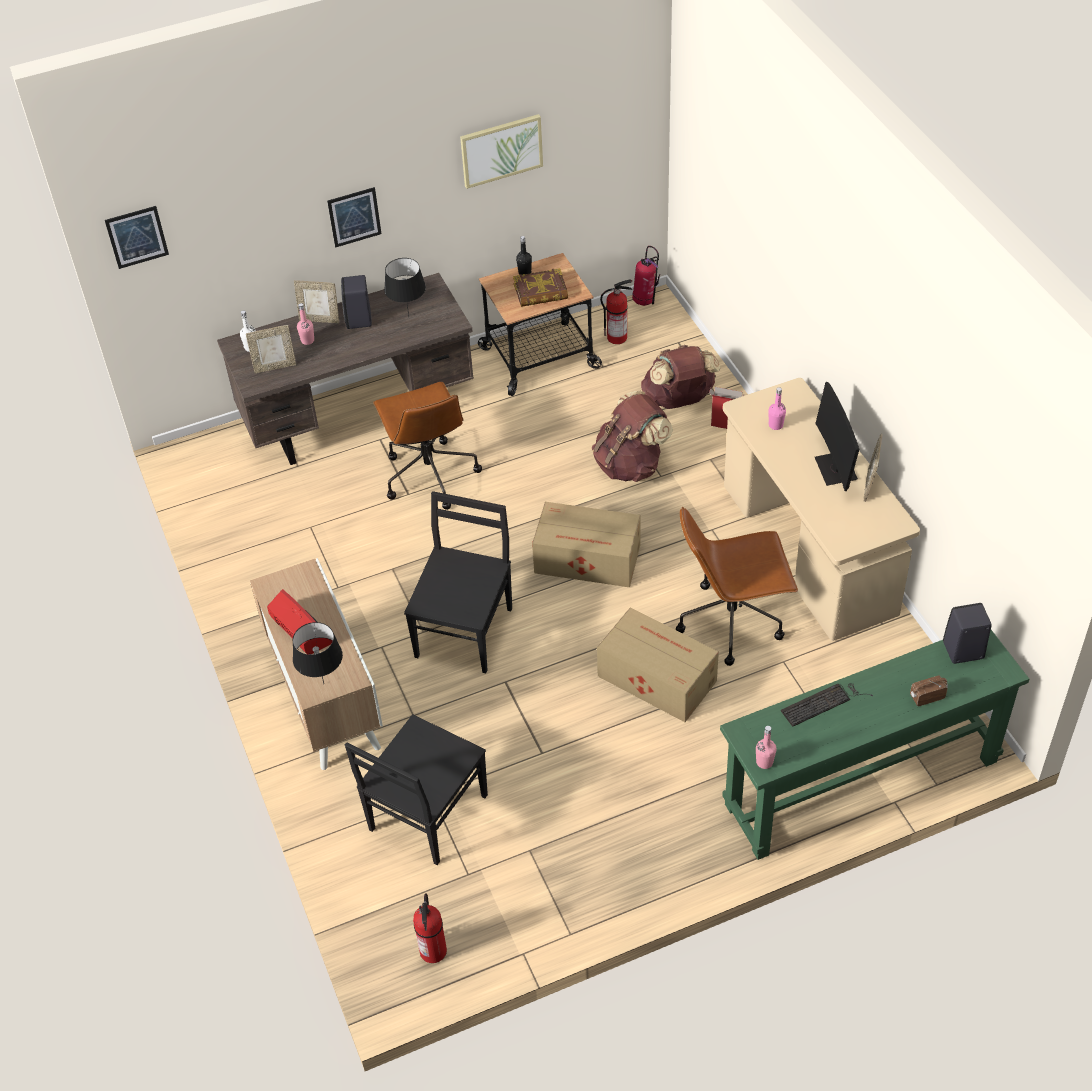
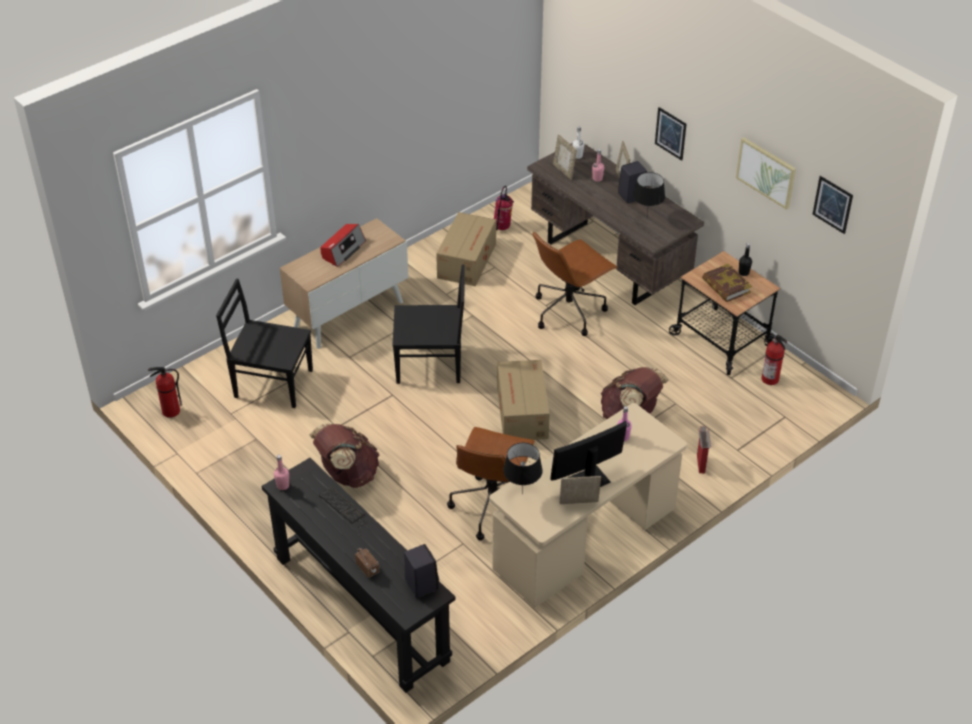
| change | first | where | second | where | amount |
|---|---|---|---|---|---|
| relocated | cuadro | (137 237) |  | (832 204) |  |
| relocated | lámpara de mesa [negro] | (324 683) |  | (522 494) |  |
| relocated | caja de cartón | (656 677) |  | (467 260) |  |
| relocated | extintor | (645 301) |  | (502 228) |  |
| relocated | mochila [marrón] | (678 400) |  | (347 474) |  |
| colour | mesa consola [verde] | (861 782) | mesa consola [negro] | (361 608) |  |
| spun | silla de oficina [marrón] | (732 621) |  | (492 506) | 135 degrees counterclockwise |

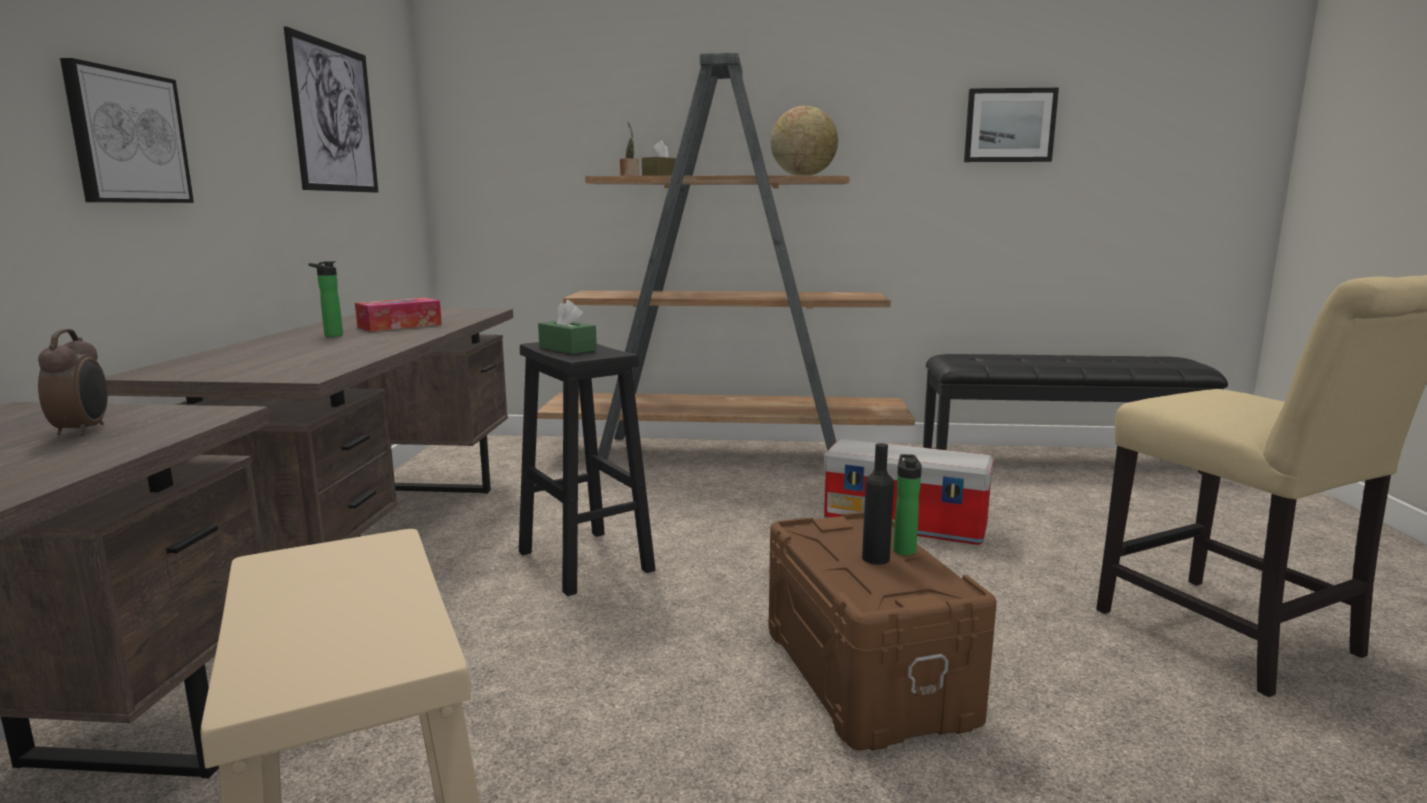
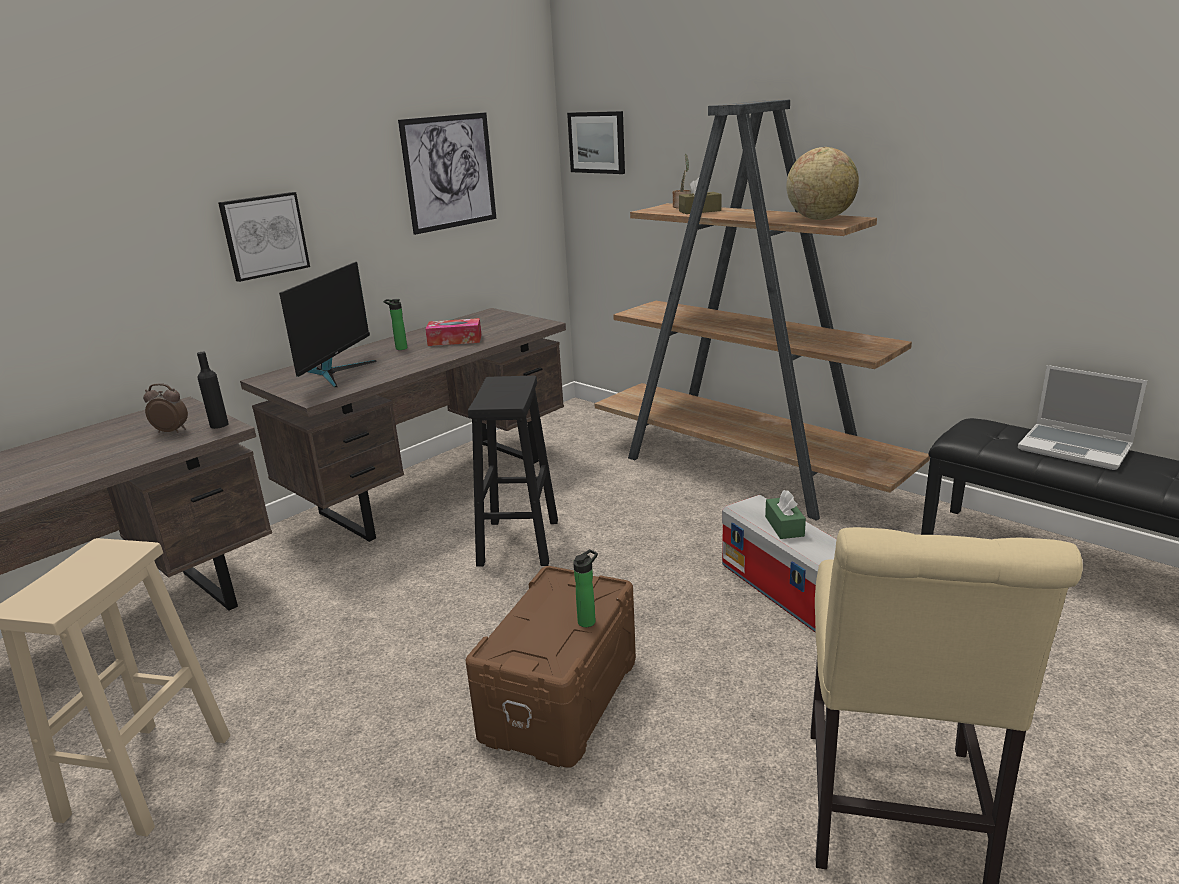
| change | first | where | second | where | amount |
|---|---|---|---|---|---|
| appeared |  |  | monitor | (336 372) |  |
| appeared |  |  | portátil | (1076 448) |  |
| relocated | caja de pañuelos [verde] | (567 348) |  | (784 526) |  |
| relocated | botella [negro] | (875 558) |  | (219 425) |  |
| relocated | cuadro | (1009 125) |  | (597 142) |  |
| spun | despertador | (84 431) |  | (172 431) | 105 degrees counterclockwise |

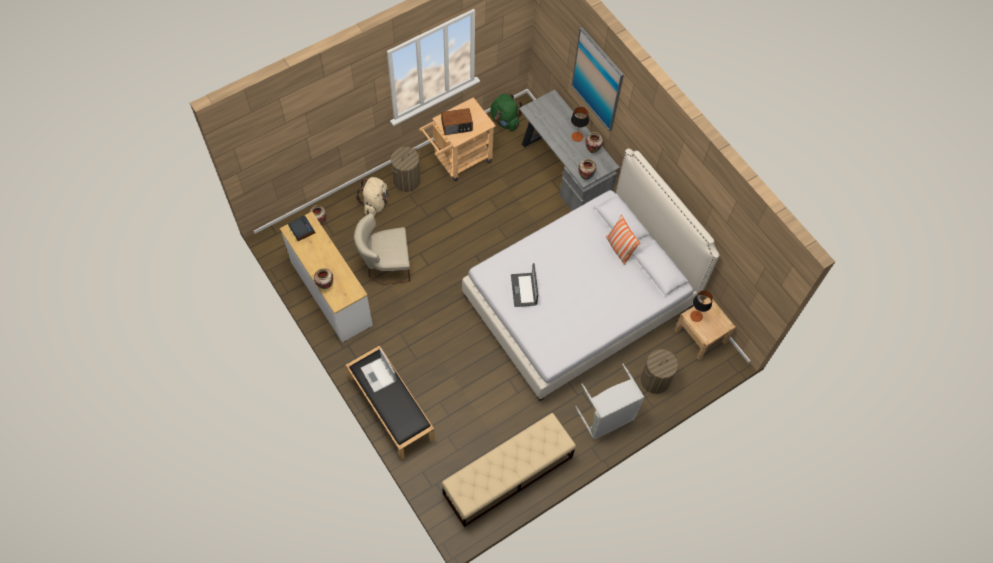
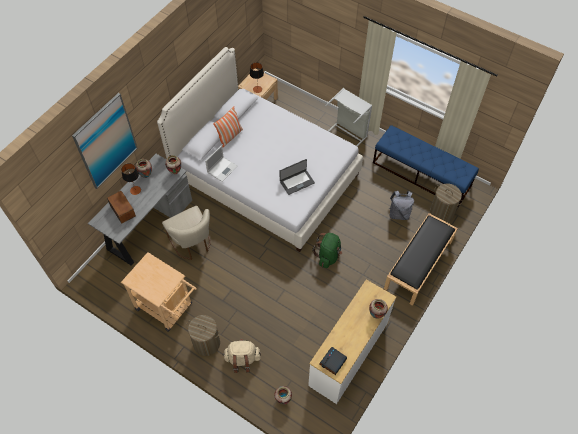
| change | first | where | second | where | amount |
|---|---|---|---|---|---|
| appeared |  |  | mochila [gris] | (399 214) |  |
| relocated | silla [beis] | (385 266) |  | (192 244) |  |
| relocated | portátil | (379 375) |  | (222 169) |  |
| relocated | radio | (457 126) |  | (123 210) |  |
| relocated | mochila [verde] | (505 121) |  | (328 256) |  |
| relocated | cesto de la ropa | (655 380) |  | (441 213) |  |
| colour | banco [beis] | (507 476) | banco [azul] | (421 174) |  |

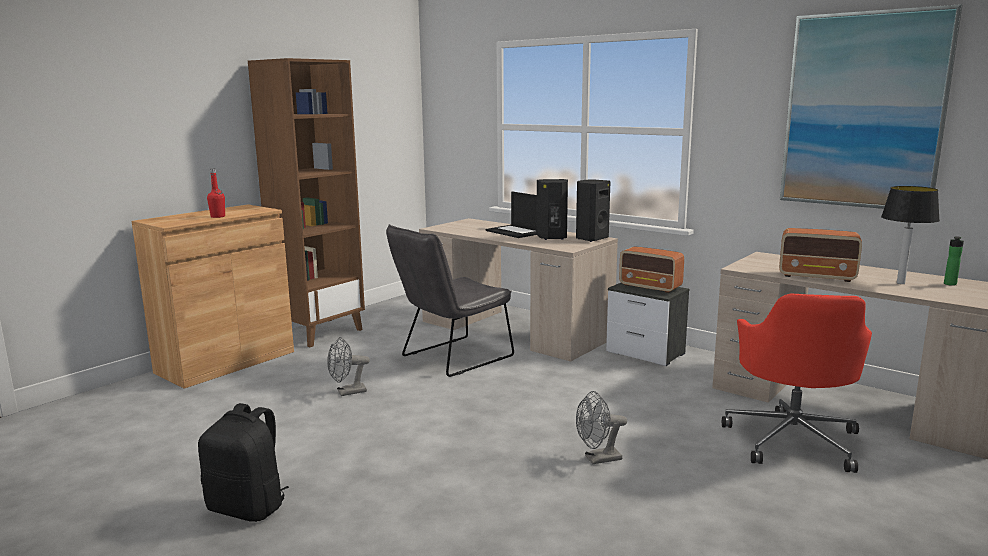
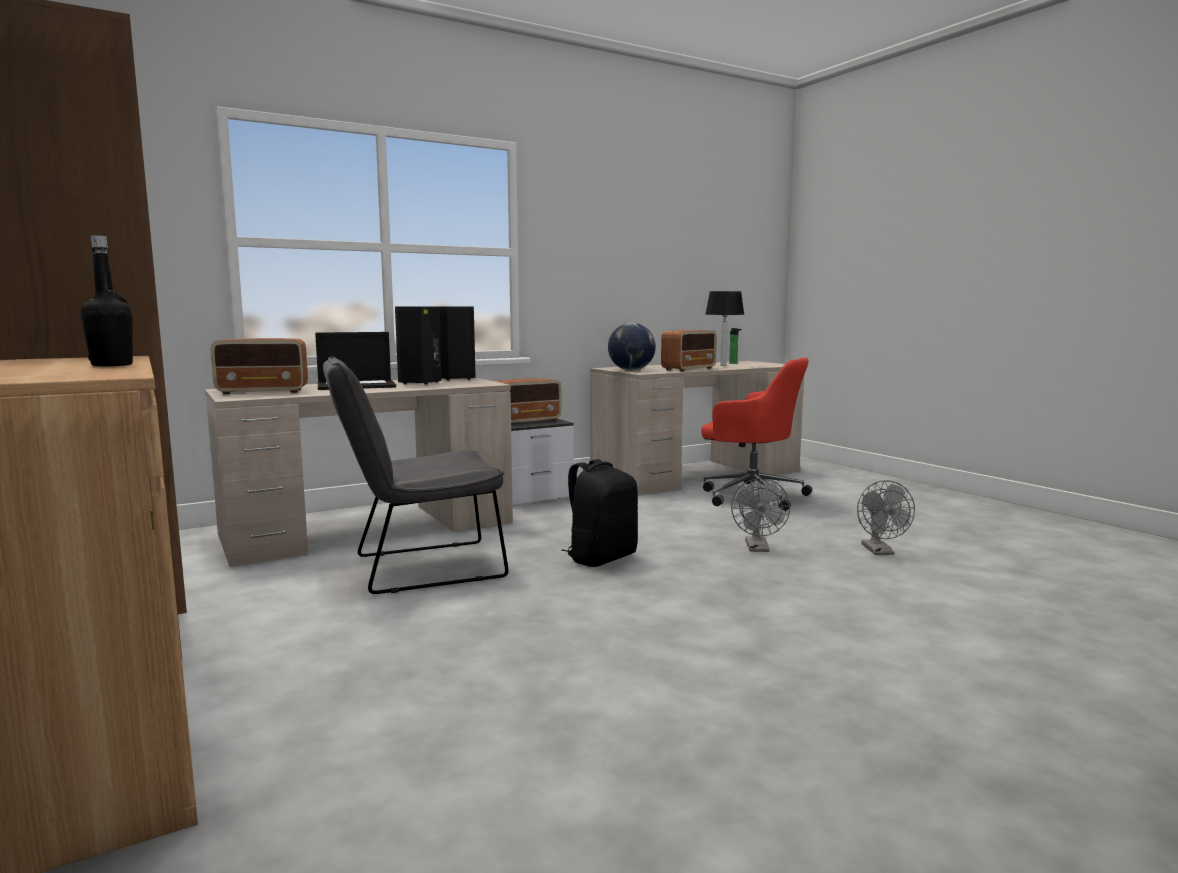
| change | first | where | second | where | amount |
|---|---|---|---|---|---|
| missing | cuadro | (863 111) |  |  |  |
| appeared |  |  | radio | (264 392) |  |
| appeared |  |  | globo terráqueo | (631 370) |  |
| relocated | mochila [negro] | (248 507) |  | (601 558) |  |
| relocated | ventilador [gris] | (347 392) |  | (880 552) |  |
| colour | botella [rojo] | (218 216) | botella [negro] | (112 365) |  |
| spun | silla [gris] | (451 358) |  | (417 568) | 90 degrees clockwise |

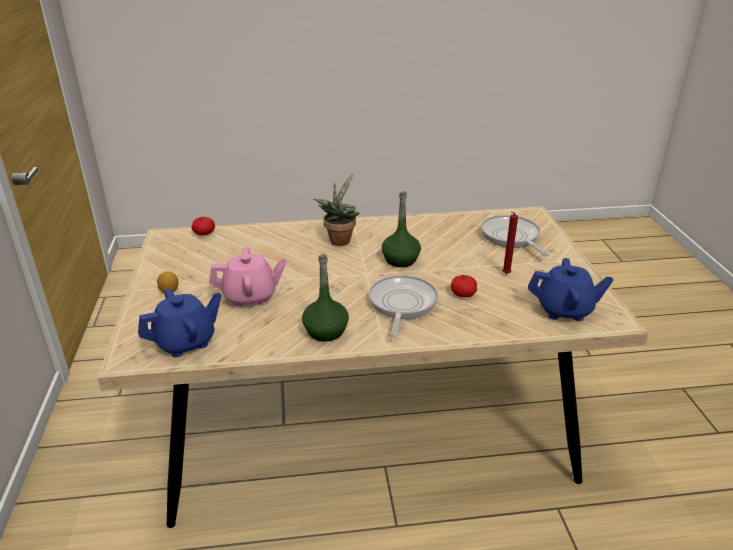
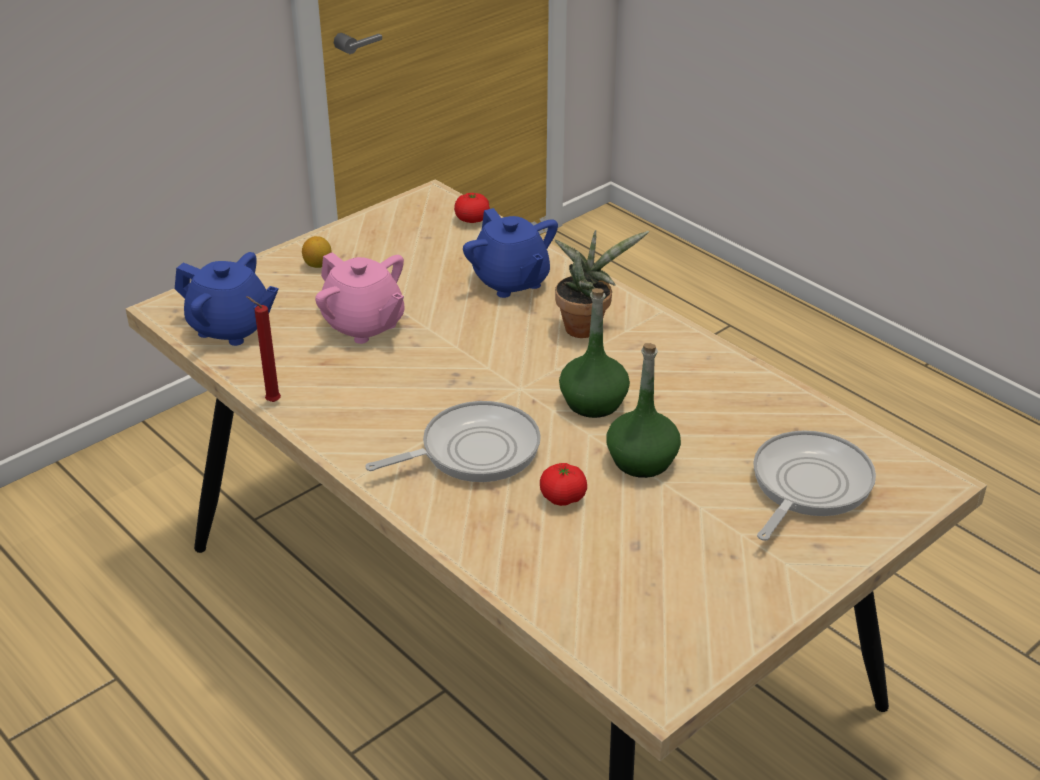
| change | first | where | second | where | amount |
|---|---|---|---|---|---|
| relocated | botella [verde] | (325 331) |  | (641 460) |  |
| relocated | vela [rojo] | (505 274) |  | (271 401) |  |
| relocated | tetera [azul] | (564 310) |  | (511 281) |  |

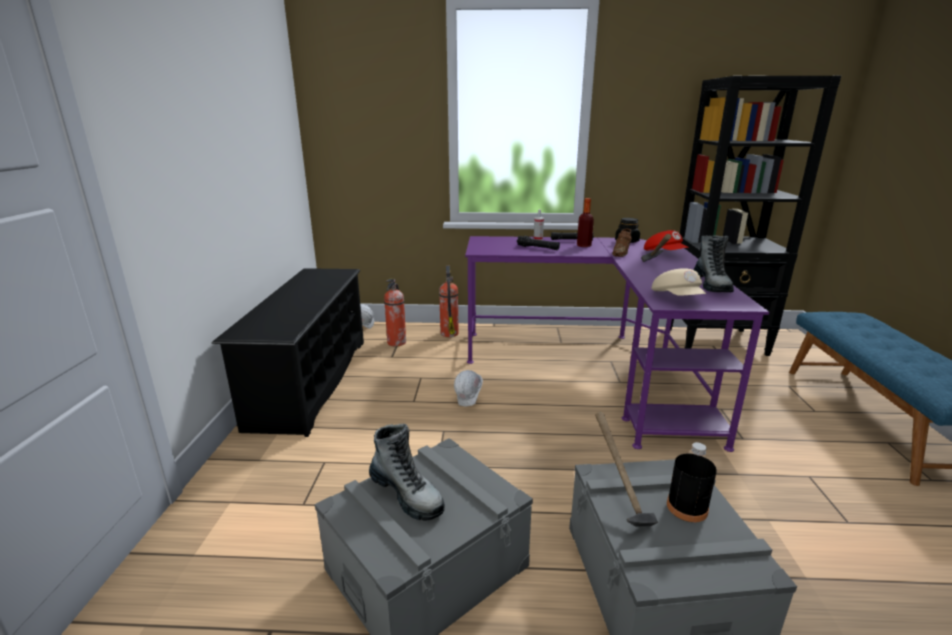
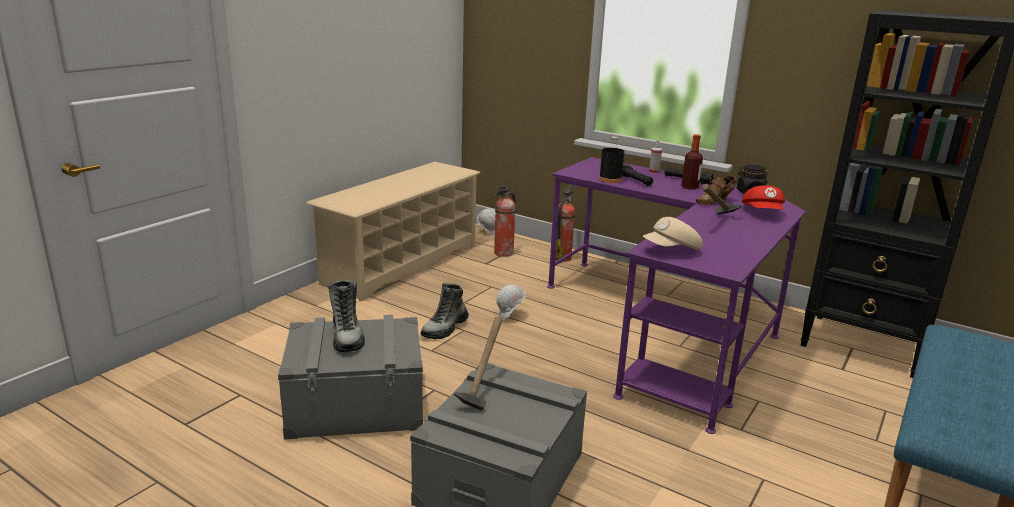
| change | first | where | second | where | amount |
|---|---|---|---|---|---|
| relocated | botella [negro] | (687 507) |  | (610 180) |  |
| relocated | bota | (712 285) |  | (445 328) |  |
| colour | zapatero [negro] | (311 381) | zapatero [beis] | (401 264) |  |
| spun | gorra [beis] | (677 298) |  | (672 250) | 45 degrees clockwise |

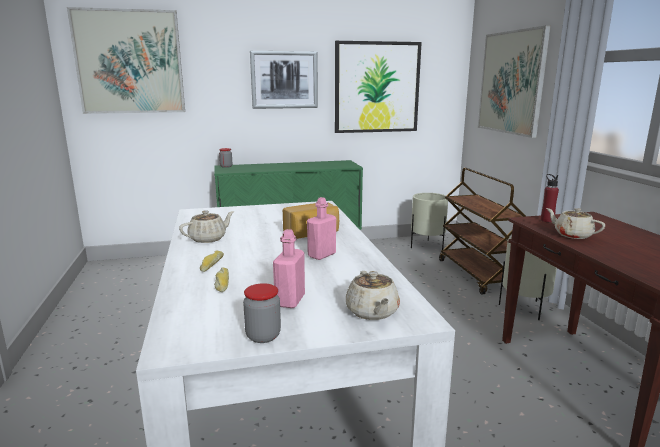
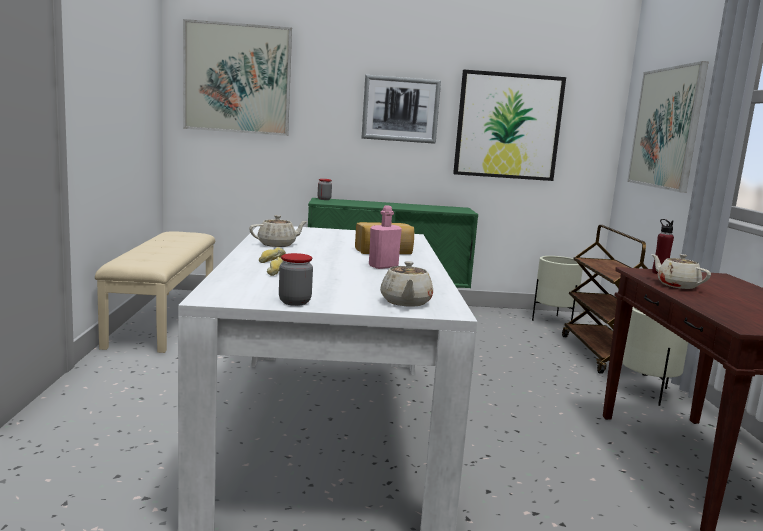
| change | first | where | second | where | amount |
|---|---|---|---|---|---|
| missing | botella [rosa] | (290 301) |  |  |  |
| appeared |  |  | banco [beis] | (163 319) |  |

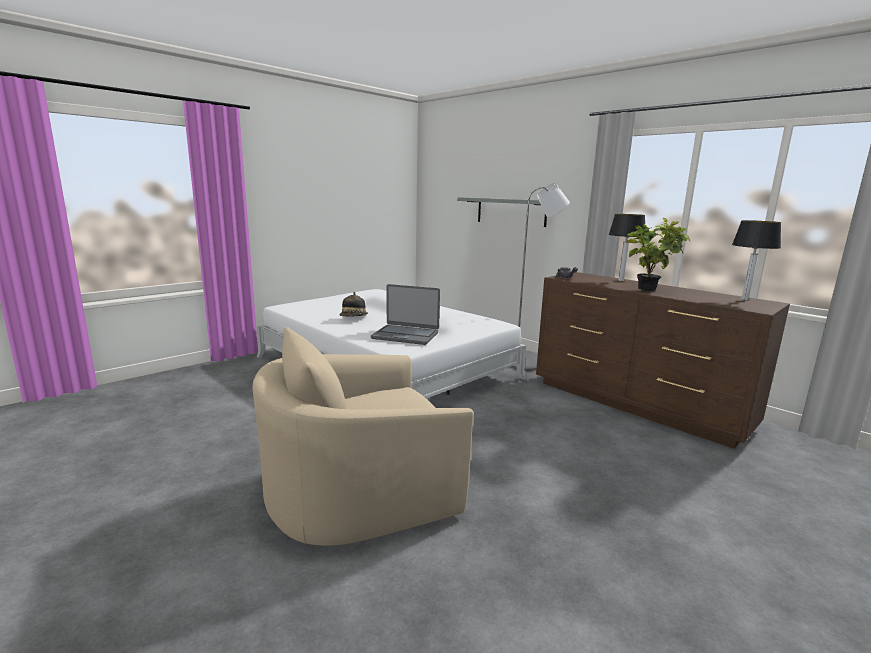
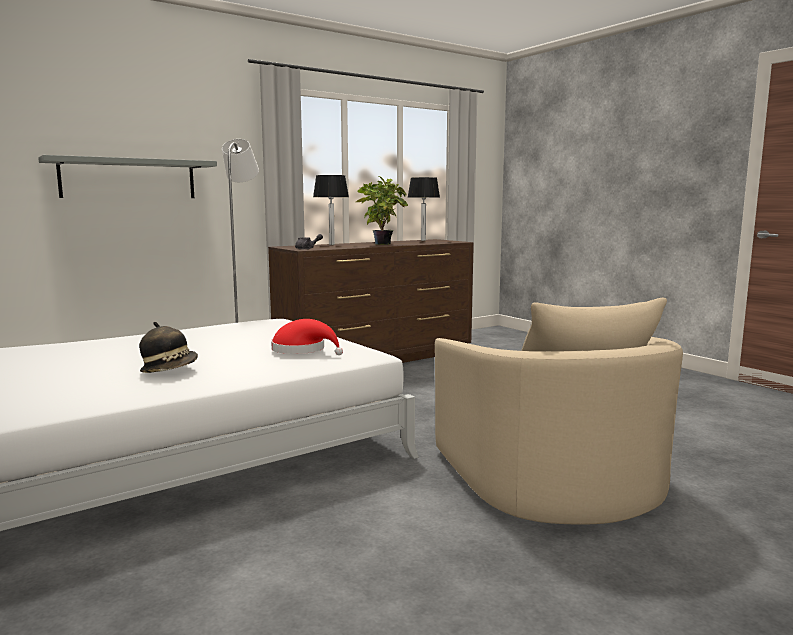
| change | first | where | second | where | amount |
|---|---|---|---|---|---|
| exchanged | portátil | (405 335) | sombrero [rojo] | (302 350) |  |

